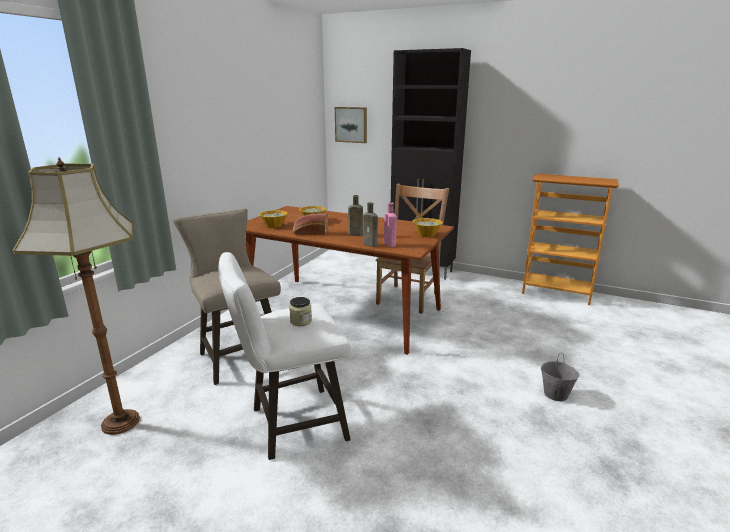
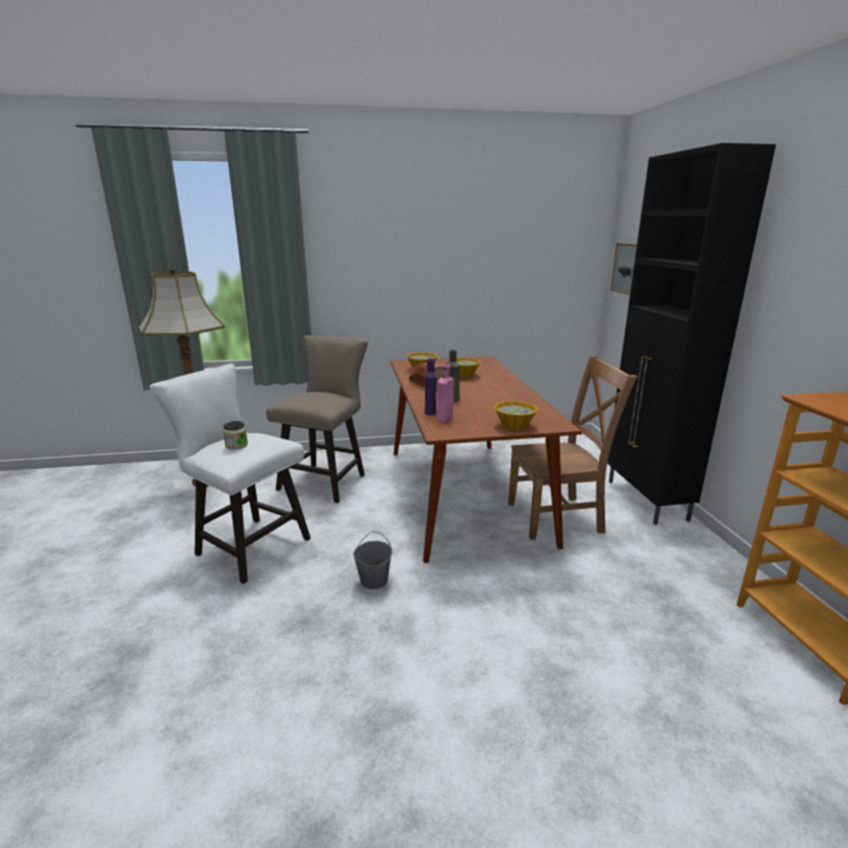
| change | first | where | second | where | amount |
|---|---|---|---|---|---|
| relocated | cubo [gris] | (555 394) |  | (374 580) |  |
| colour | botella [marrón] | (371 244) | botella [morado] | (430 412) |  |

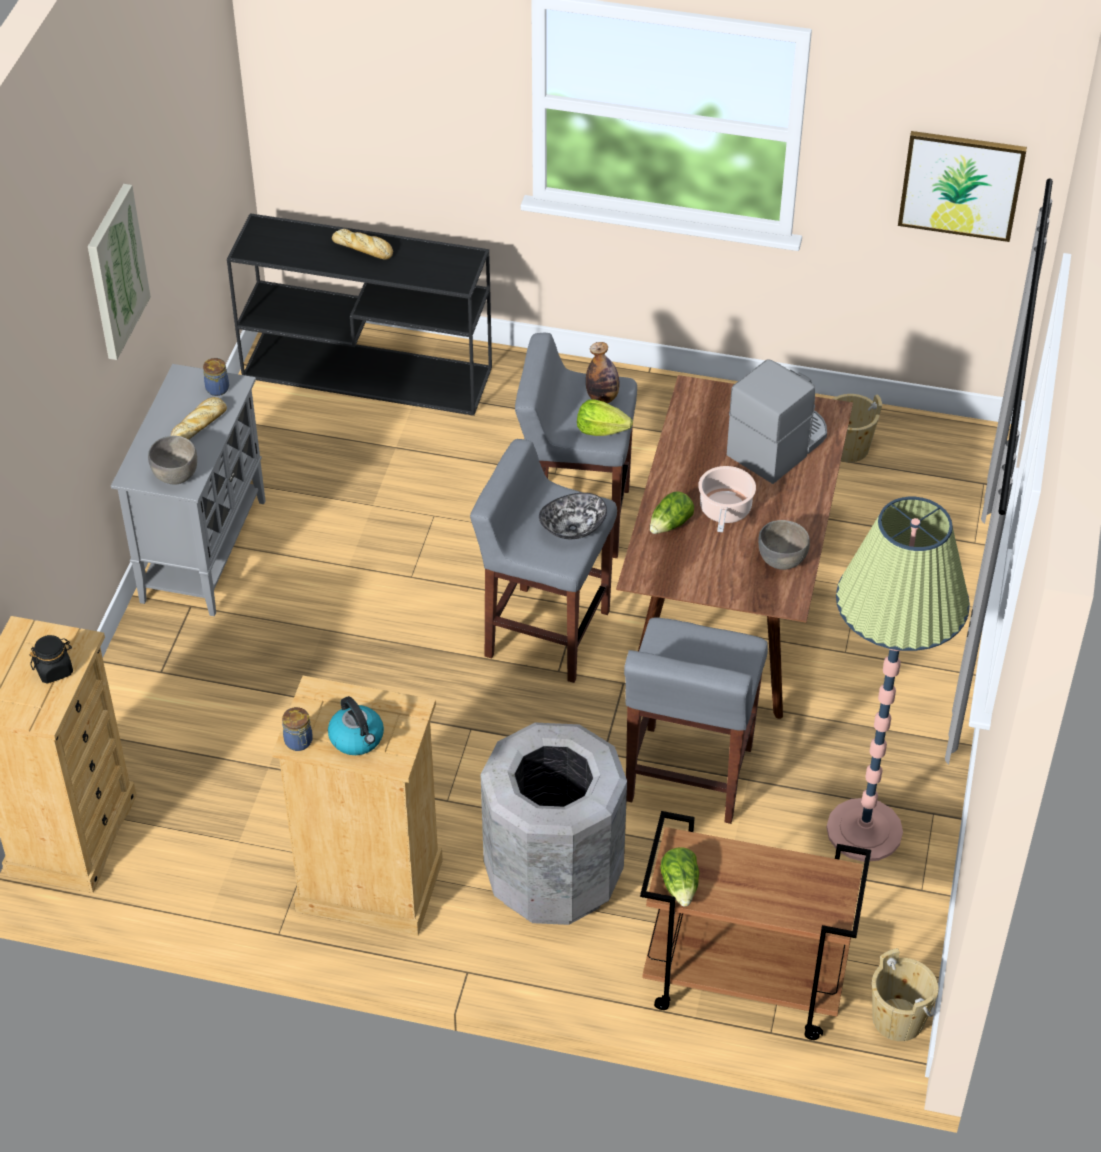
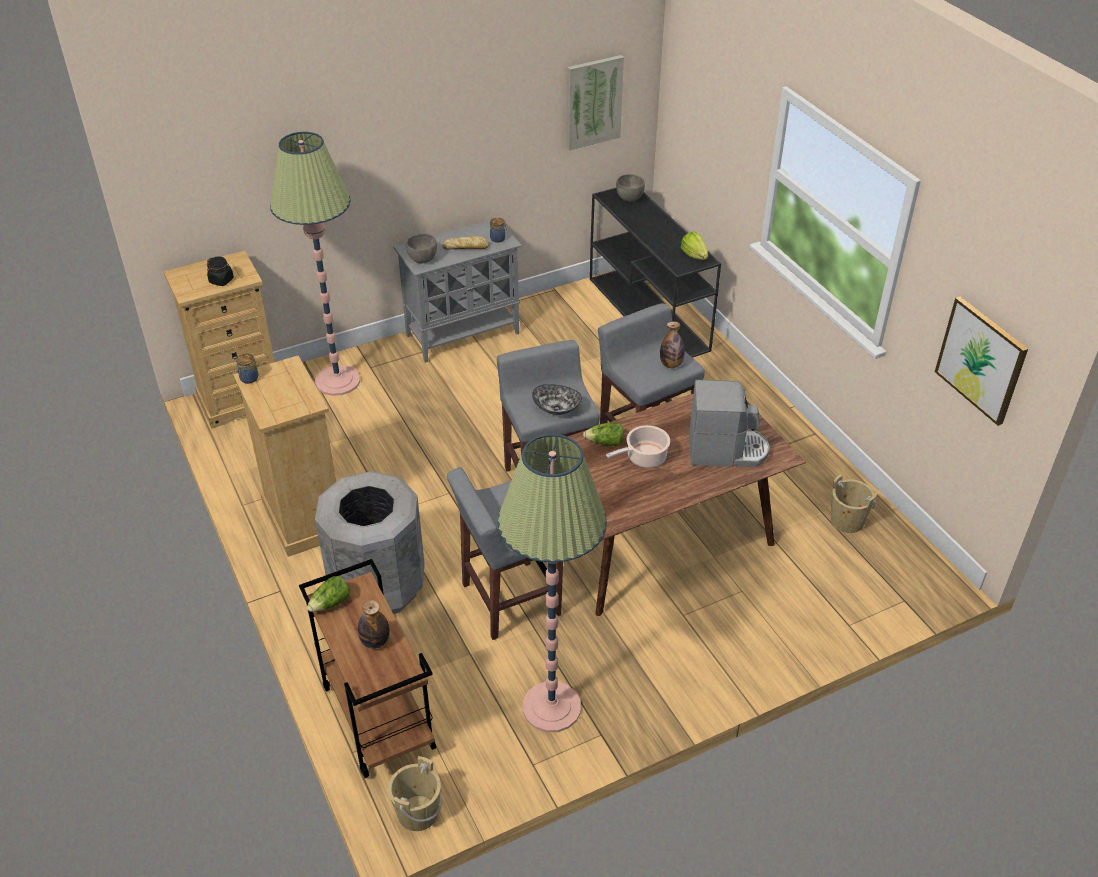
| change | first | where | second | where | amount |
|---|---|---|---|---|---|
| missing | hervidor | (357 738) |  |  |  |
| missing | pan | (364 249) |  |  |  |
| appeared |  |  | lámpara de pie | (337 381) |  |
| appeared |  |  | botella | (375 641) |  |
| relocated | cuadro | (116 271) |  | (593 102) |  |
| relocated | lechuga | (601 430) |  | (694 255) |  |
| relocated | cuenco [gris] | (782 561) |  | (629 198) |  |

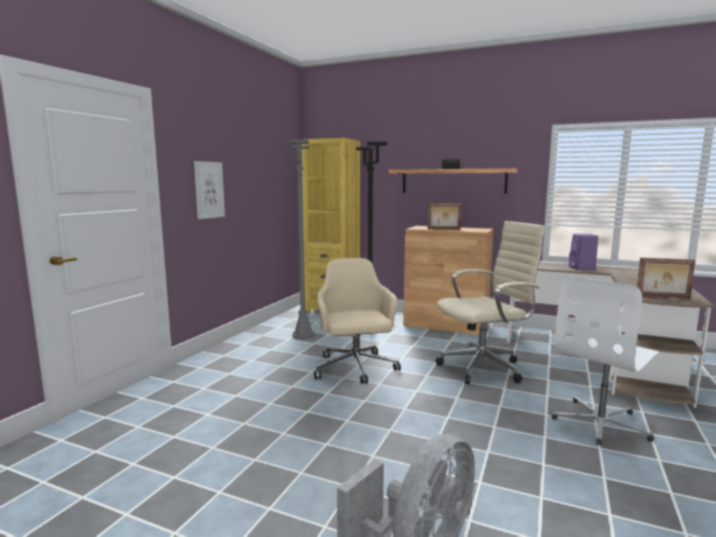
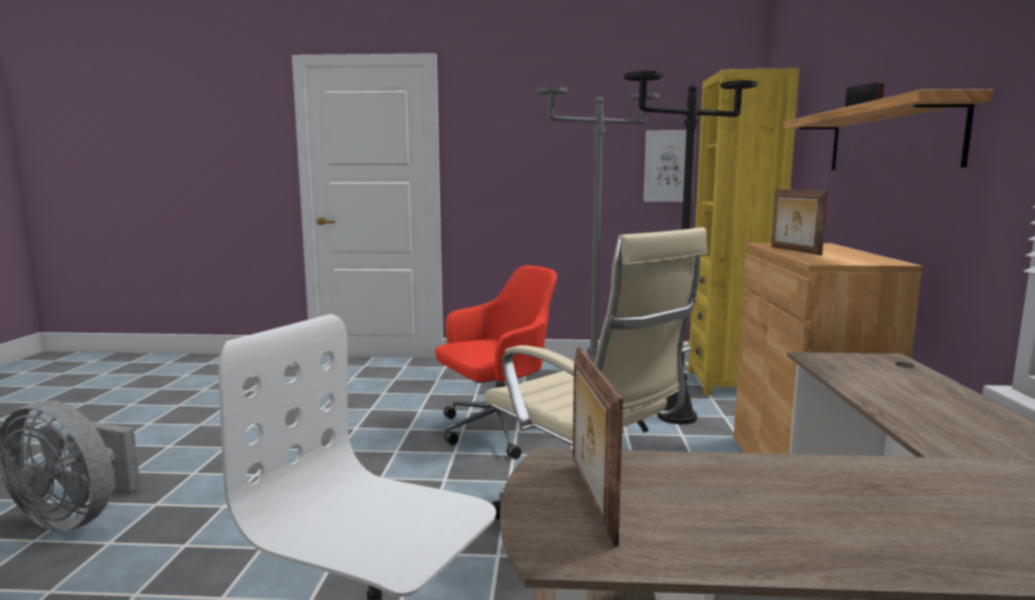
| change | first | where | second | where | amount |
|---|---|---|---|---|---|
| missing | altavoz [morado] | (582 268) |  |  |  |
| relocated | cuadro | (209 190) |  | (669 166) |  |
| colour | silla de oficina [beis] | (355 368) | silla de oficina [rojo] | (498 431) |  |

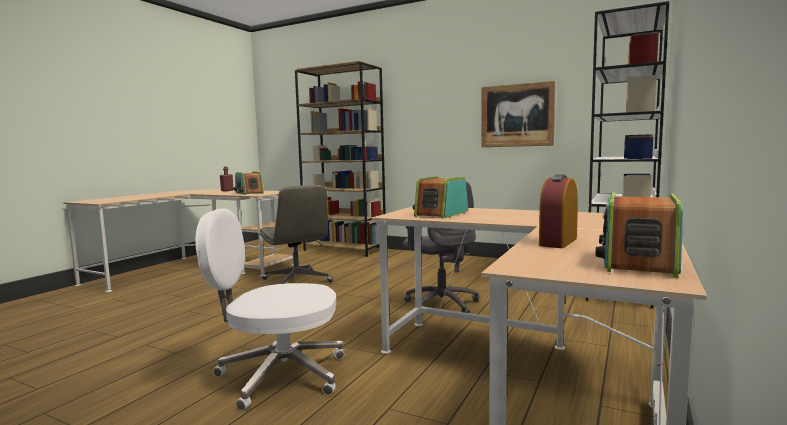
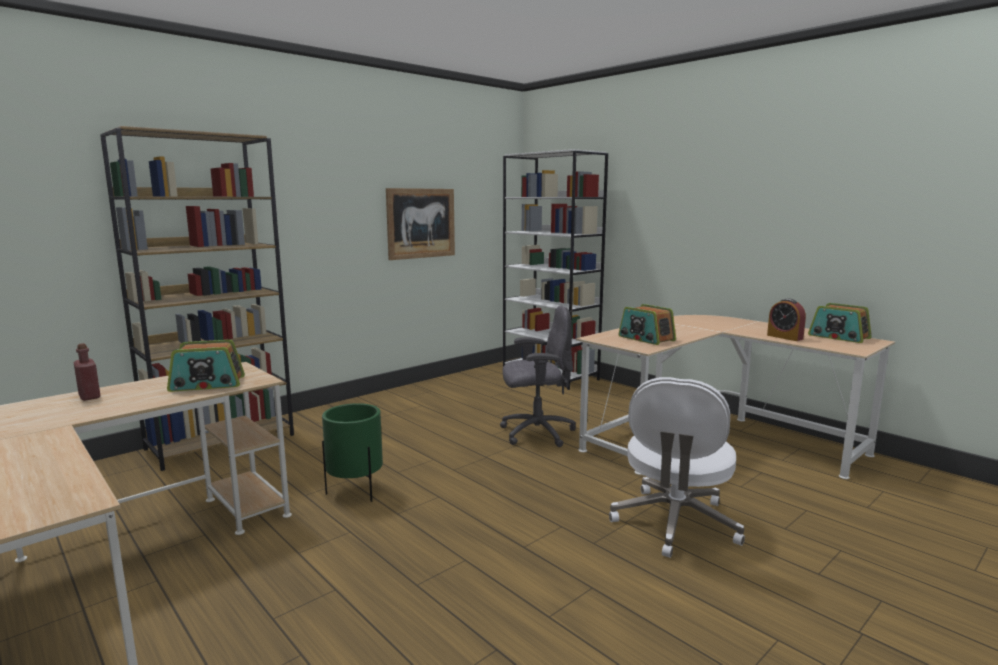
| change | first | where | second | where | amount |
|---|---|---|---|---|---|
| exchanged | silla de oficina [gris] | (297 281) | maceta [verde] | (356 491) |  |

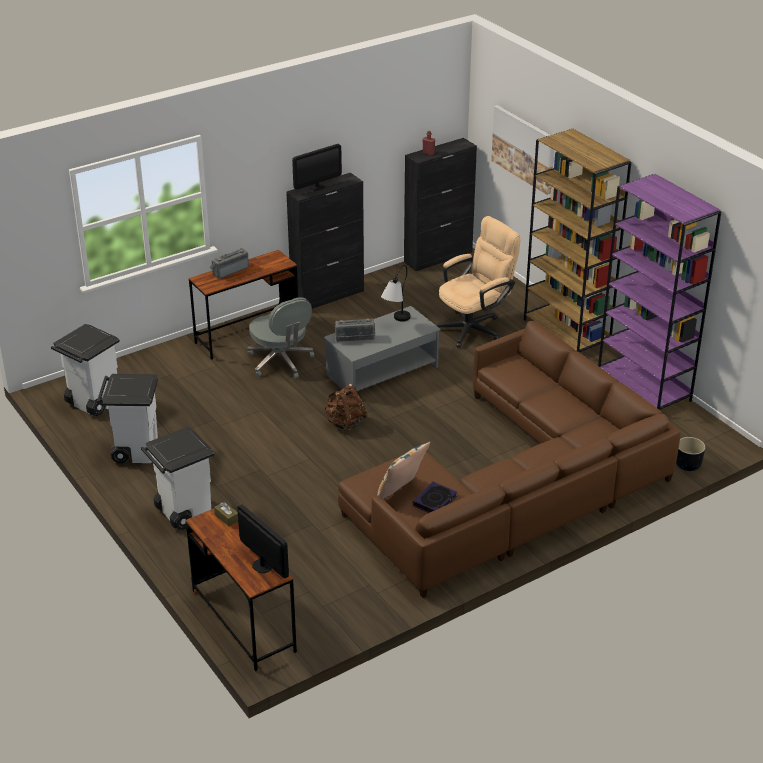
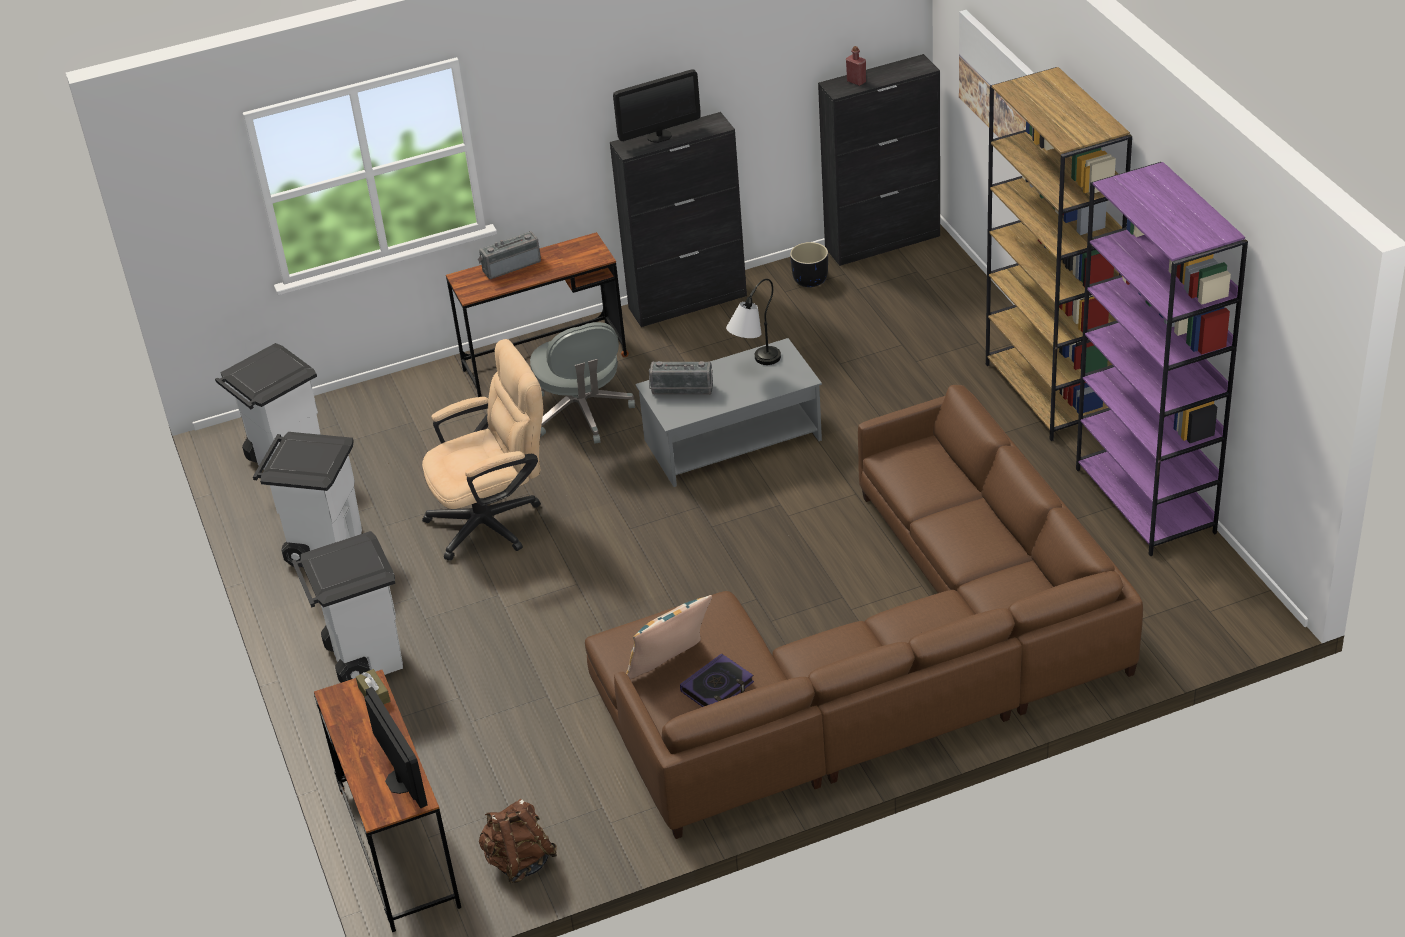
| change | first | where | second | where | amount |
|---|---|---|---|---|---|
| relocated | mochila [marrón] | (345 423) |  | (519 861) |  |
| relocated | silla de oficina [beis] | (474 327) |  | (495 520) |  |
| relocated | maceta [negro] | (687 465) |  | (810 280) |  |

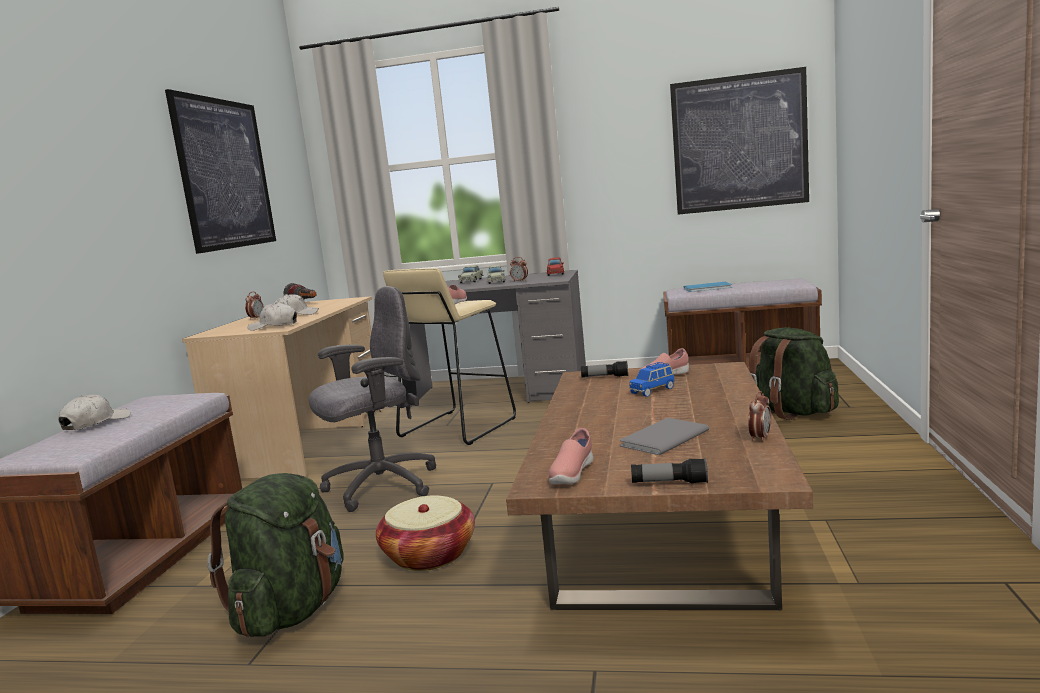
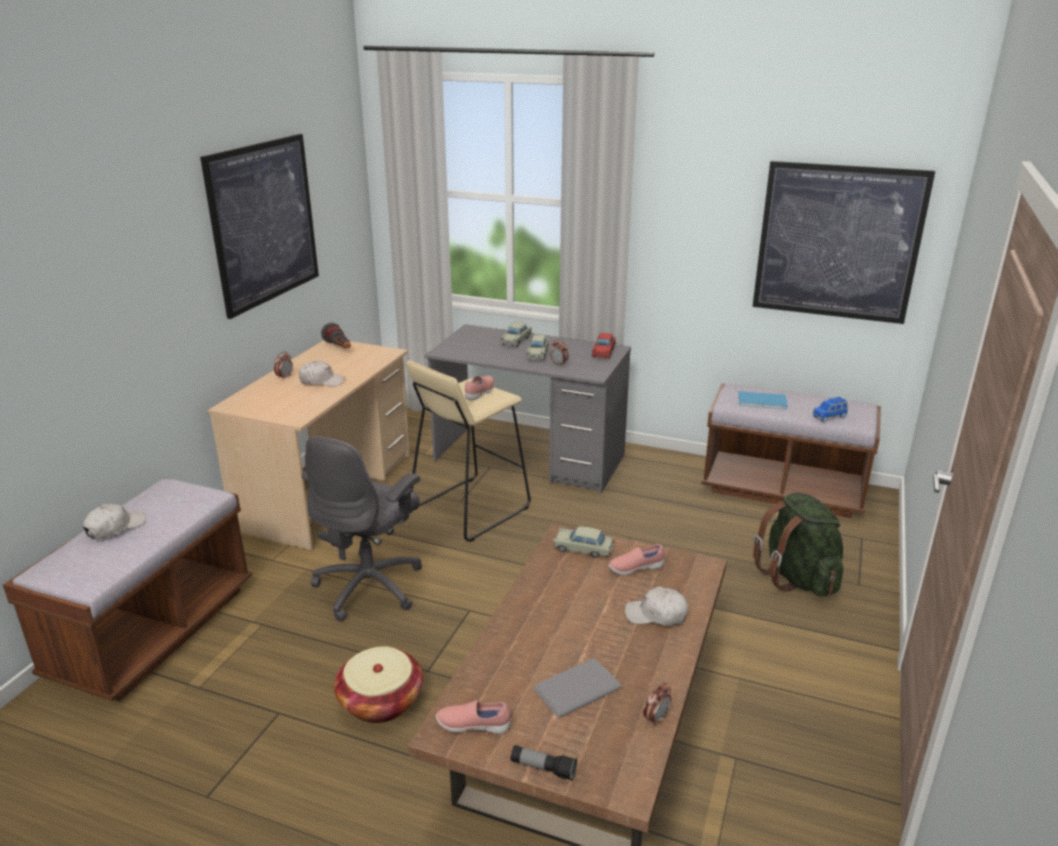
| change | first | where | second | where | amount |
|---|---|---|---|---|---|
| missing | mochila [verde] | (292 610) |  |  |  |
| relocated | gorra [blanco] | (274 326) |  | (656 615) |  |
| relocated | coche de juguete [azul] | (653 390) |  | (829 417) |  |
| exchanged | linterna | (604 377) | coche de juguete [beis] | (583 549) |  |
| spun | silla de oficina [gris] | (380 486) |  | (370 586) | 135 degrees clockwise |
| spun | zapato [rosa] | (571 475) |  | (473 725) | 60 degrees clockwise |

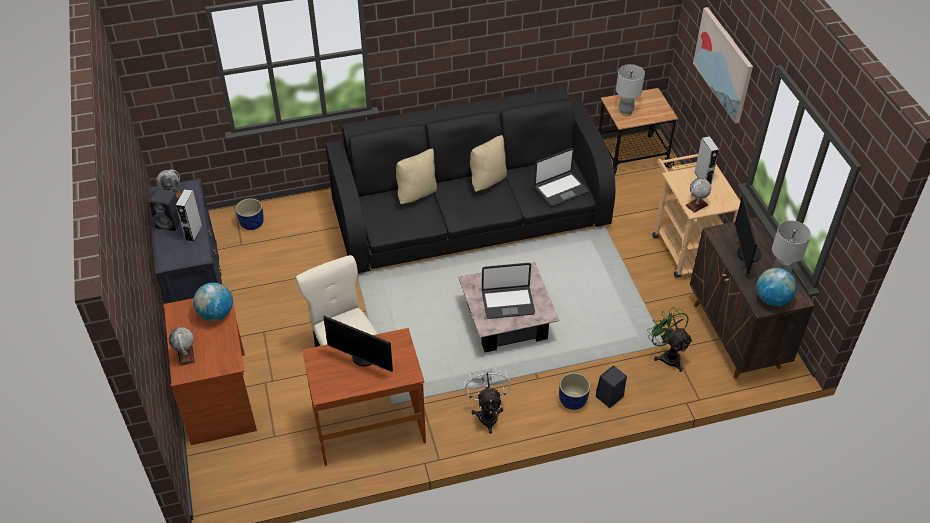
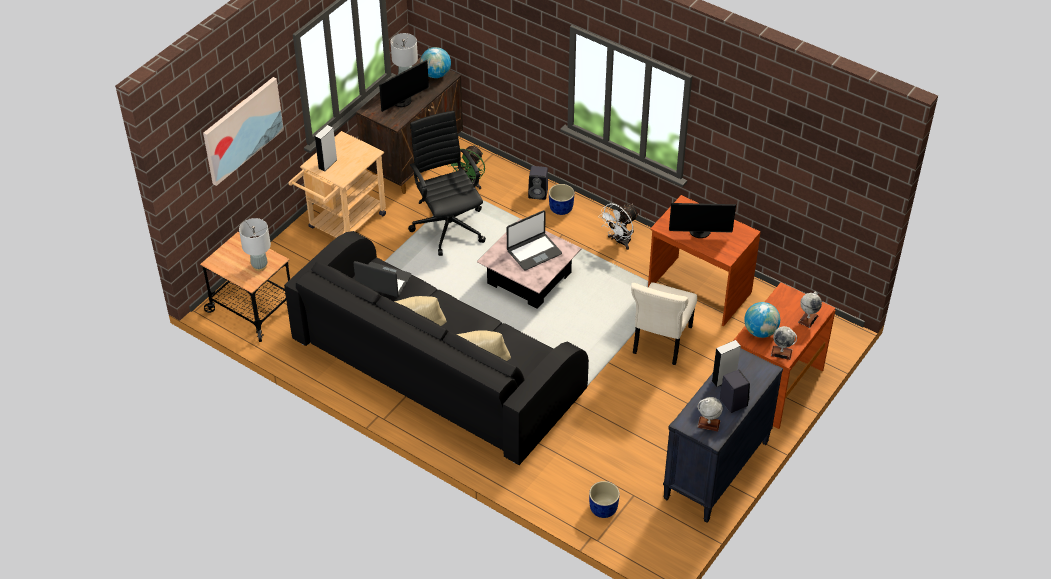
| change | first | where | second | where | amount |
|---|---|---|---|---|---|
| appeared |  |  | silla de oficina [negro] | (448 225) |  |
| relocated | globo terráqueo | (696 205) |  | (781 352) |  |
| spun | monitor | (363 358) |  | (700 232) | 105 degrees clockwise |
| spun | portátil | (508 302) |  | (533 252) | 105 degrees clockwise |

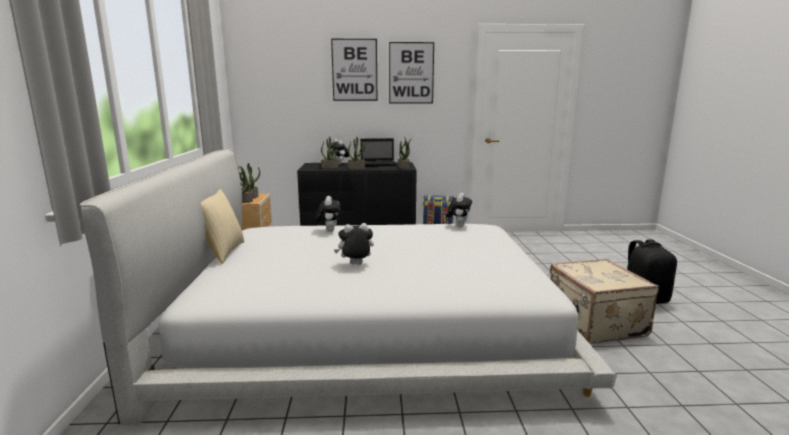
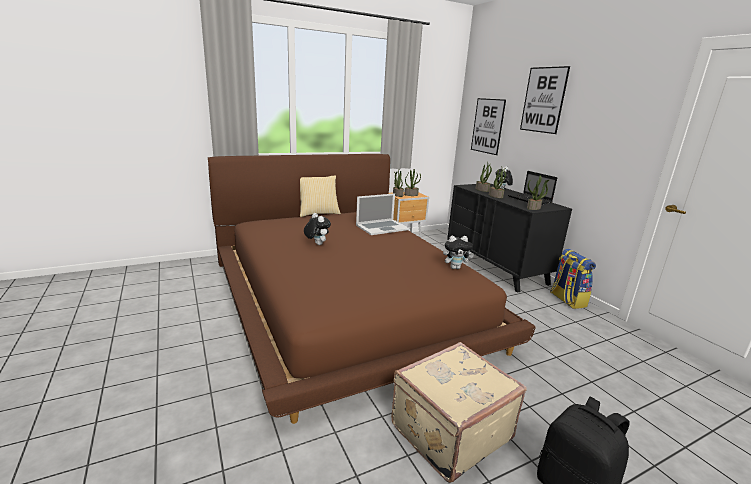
| change | first | where | second | where | amount |
|---|---|---|---|---|---|
| relocated | cuadro | (411 73) |  | (487 126) |  |
| exchanged | peluche | (328 230) | portátil | (382 227) |  |
| colour | cama [blanco] | (367 325) | cama [marrón] | (346 300) |  |

